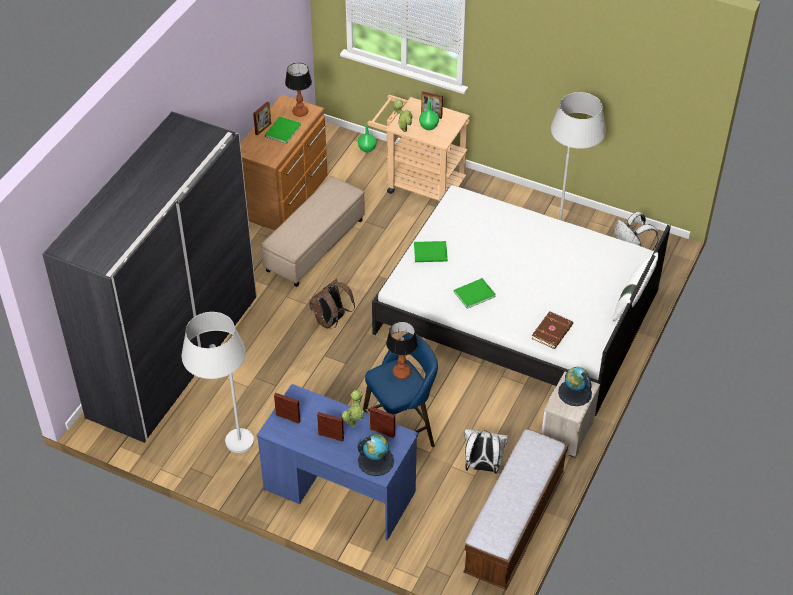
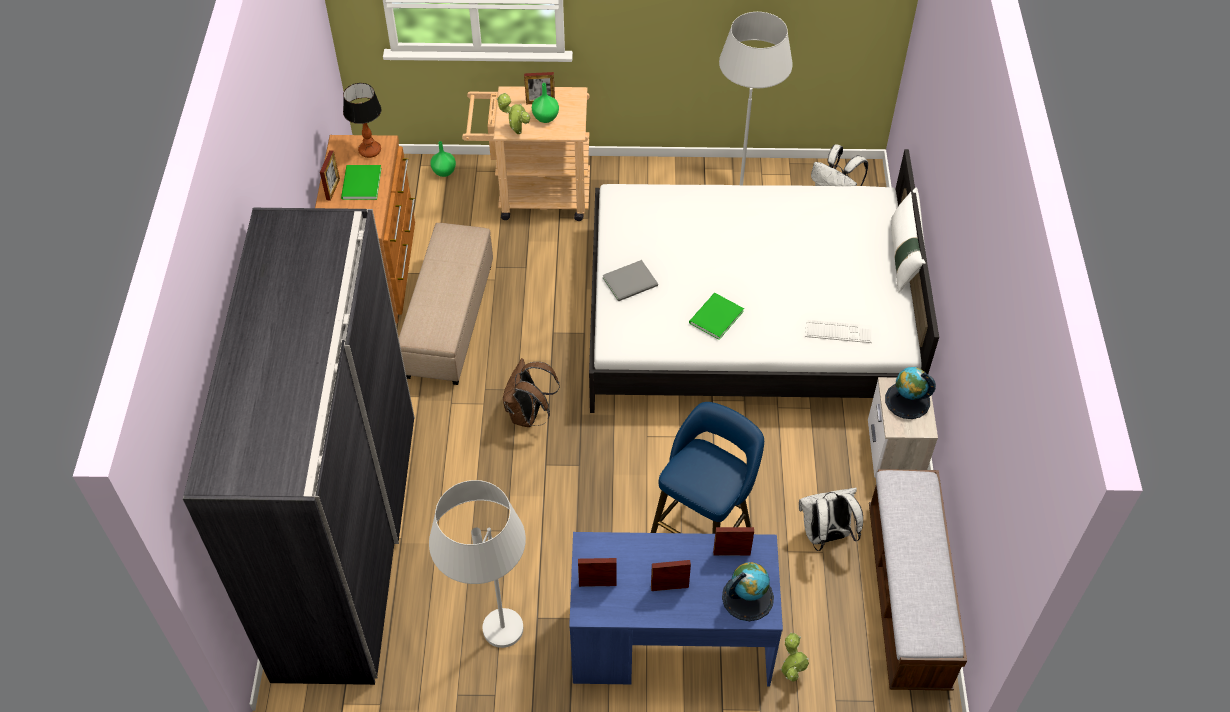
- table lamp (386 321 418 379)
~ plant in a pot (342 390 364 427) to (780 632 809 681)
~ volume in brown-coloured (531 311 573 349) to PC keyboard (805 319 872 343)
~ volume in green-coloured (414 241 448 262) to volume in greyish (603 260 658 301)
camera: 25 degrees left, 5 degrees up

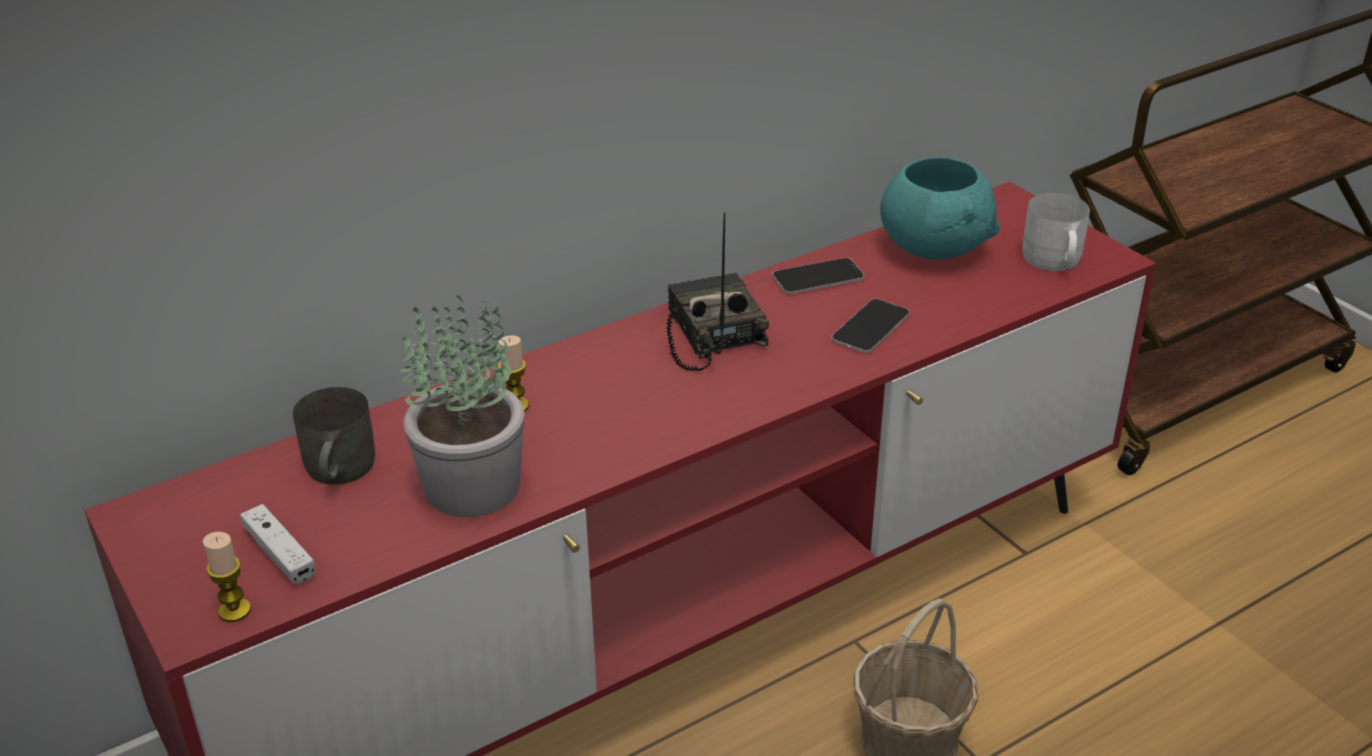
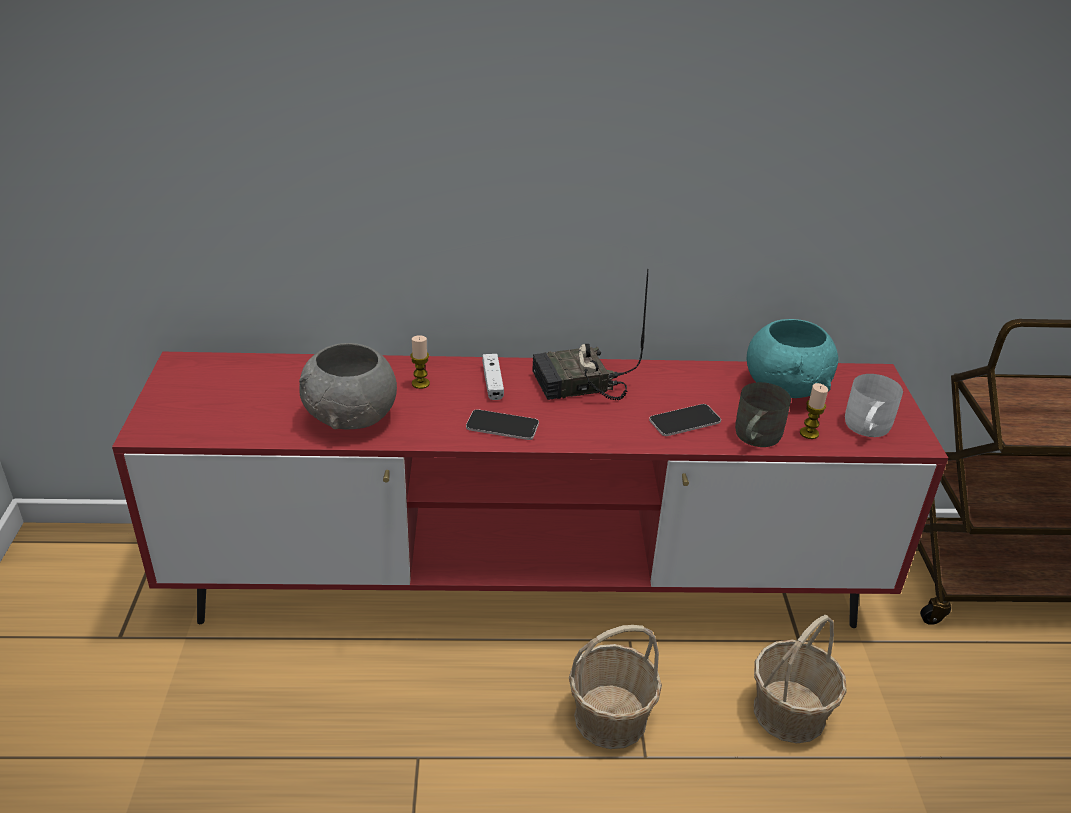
+ storage basket (754 615 847 743)
~ candle (203 532 251 622) to (800 383 828 439)
~ joypad in white-coloured (240 504 316 585) to (482 354 504 400)
~ tea mug in greyish (293 387 375 485) to (735 382 791 447)
~ handset (772 258 864 294) to (466 409 539 440)
~ plant in a pot (400 295 524 517) to serving bowl in greyish (299 343 397 430)
~ radio receiver (666 212 769 371) = (532 269 648 400) 120 degrees counterclockwise
camera: 30 degrees right, 0 degrees up

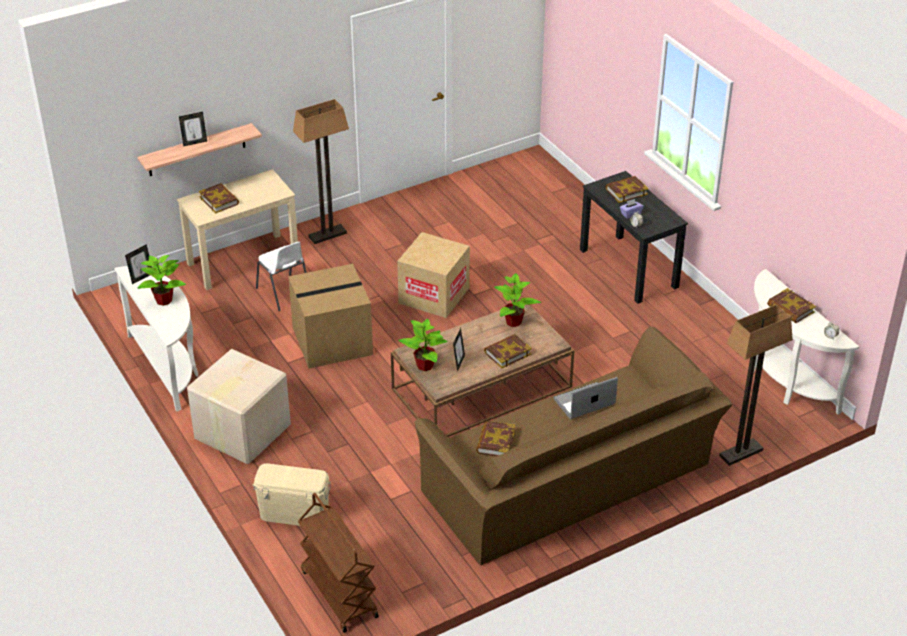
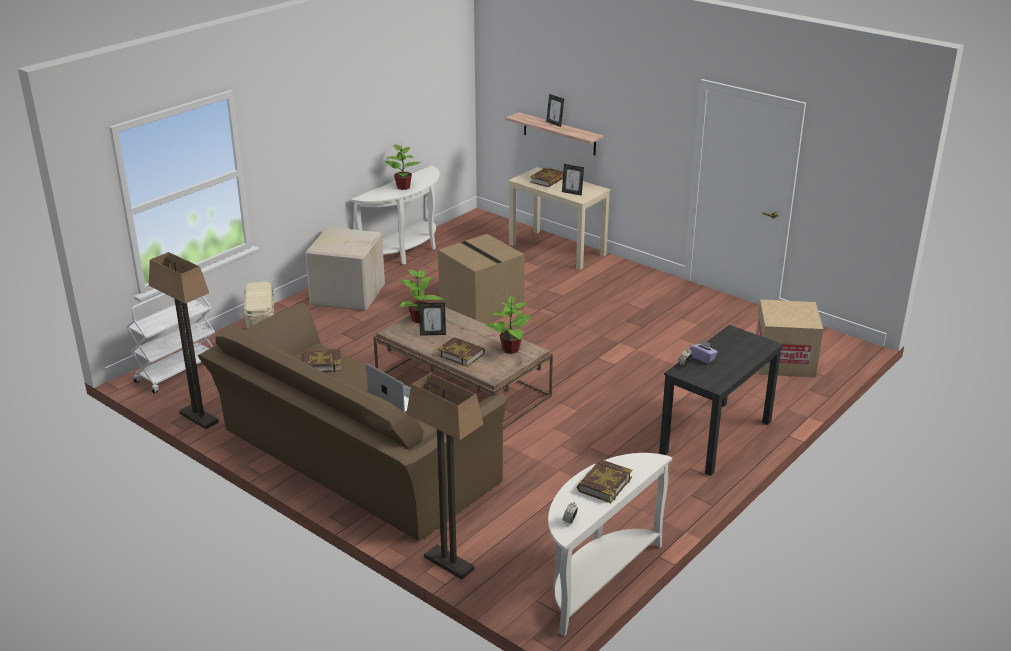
- upright chair in white-coloured (256 241 307 311)
- volume (606 176 649 203)
~ standing frame (125 244 152 284) to (562 164 584 196)
~ floor lamp (293 99 349 244) to (149 252 219 429)
~ packing box (397 232 470 318) to (756 299 823 378)
~ cart in brown-coloured (298 493 379 633) to cart in white-coloured (126 293 215 394)
camera: 70 degrees right, 10 degrees down

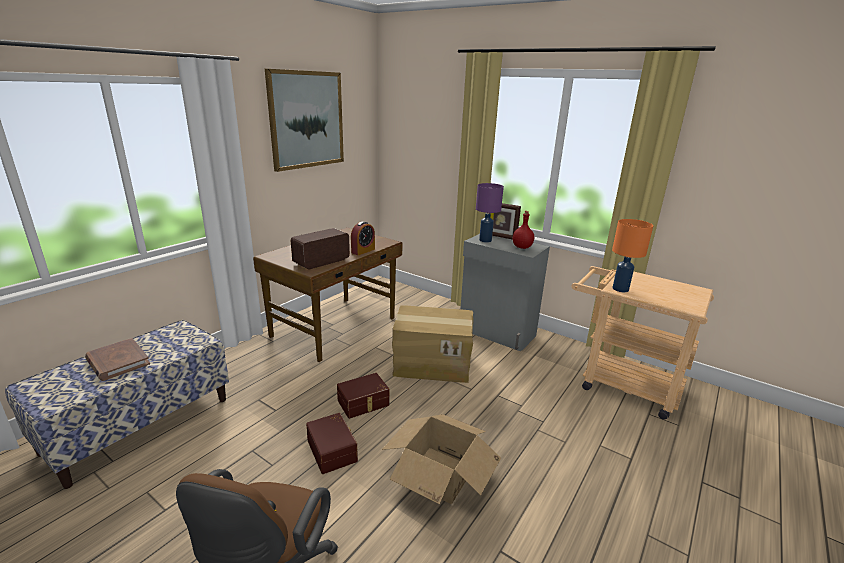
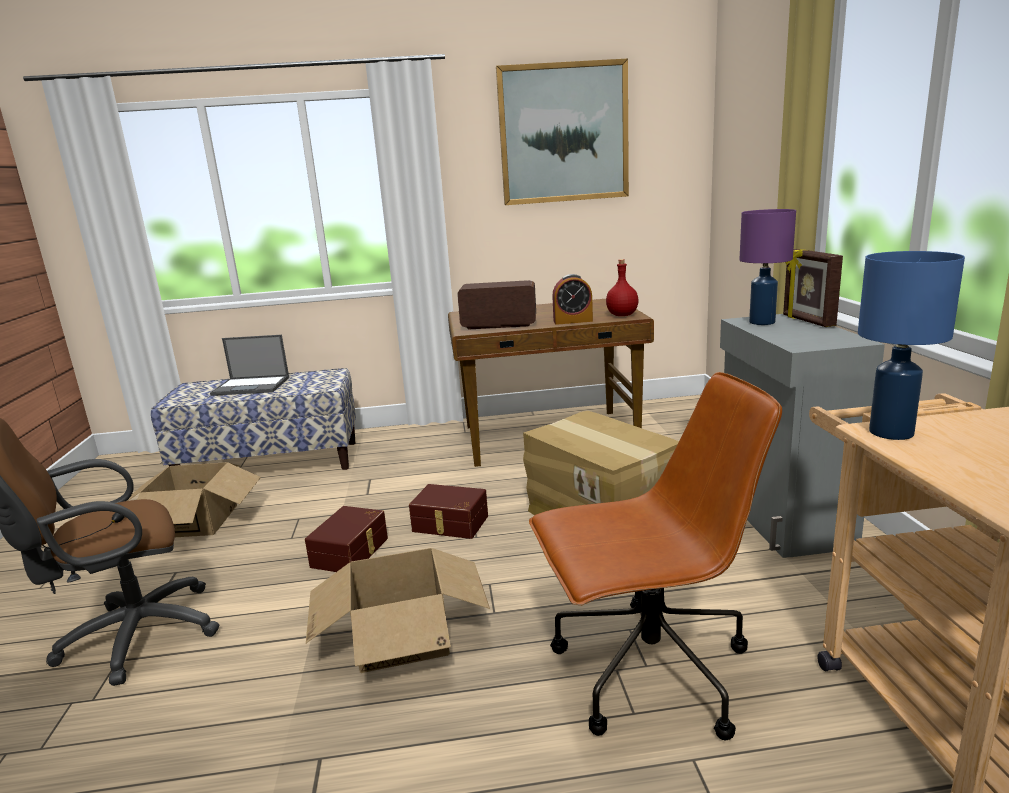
+ packing box (127 462 261 537)
+ desk chair in brown-coloured (529 372 782 741)
~ beverage bottle in reddish (513 211 534 249) to (606 259 639 316)
~ volume in brown-coloured (85 338 150 381) to laptop (210 335 289 396)
~ table lamp in orange-coloured (612 219 653 292) to table lamp in blue (858 251 965 440)
camera: 50 degrees right, 5 degrees down

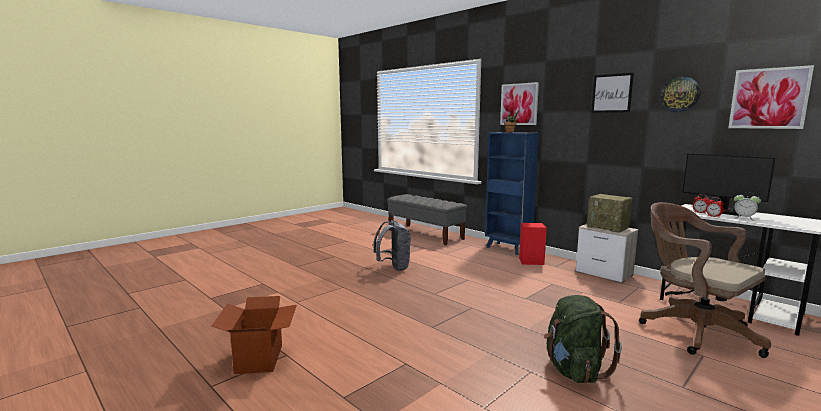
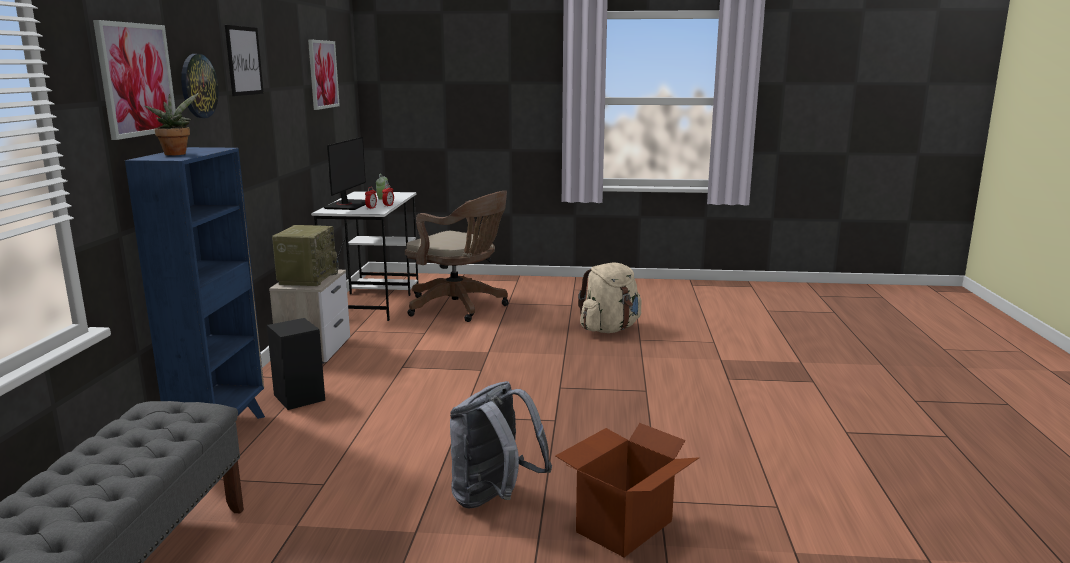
~ packing box (212 296 297 374) to (555 423 699 557)
~ wall clock (660 76 700 112) to (181 54 219 118)
~ speaker in reddish (519 223 547 265) to speaker in blackish (267 318 325 410)
~ backpack in green-coloured (544 295 622 383) to backpack in beige (578 262 641 333)
~ desk chair in brown-coloured (639 202 771 358) = (405 191 509 322) 75 degrees counterclockwise
camera: 130 degrees left, 5 degrees up

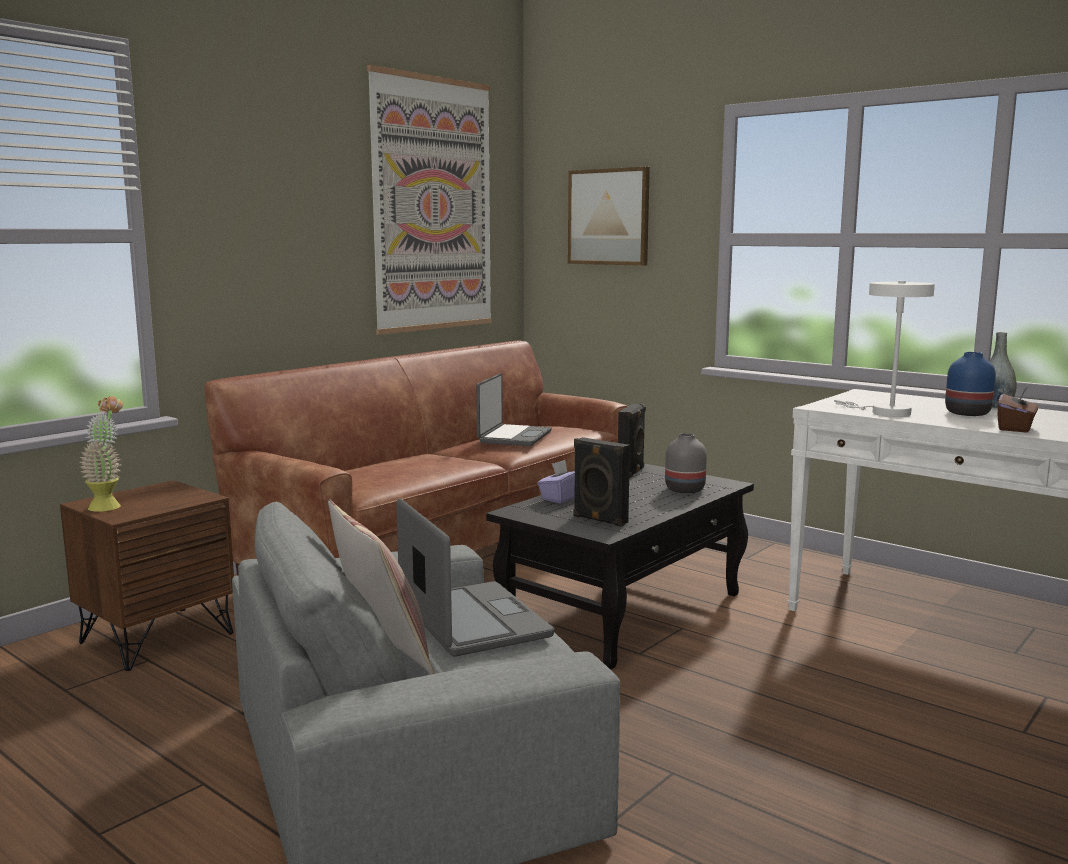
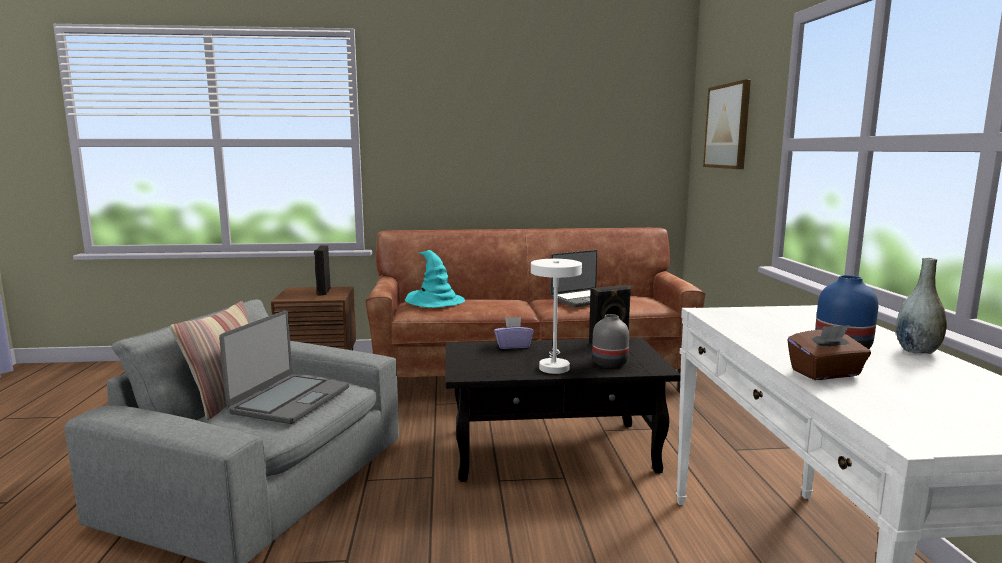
- plant in a pot (80 396 123 511)
- wall art (367 65 492 335)
+ hat in turquoise (405 250 465 308)
~ speaker in blackish (573 437 630 527) to (314 245 331 296)
~ table lamp in white-coloured (834 281 935 417) to (531 259 582 374)
camera: 45 degrees right, 0 degrees up

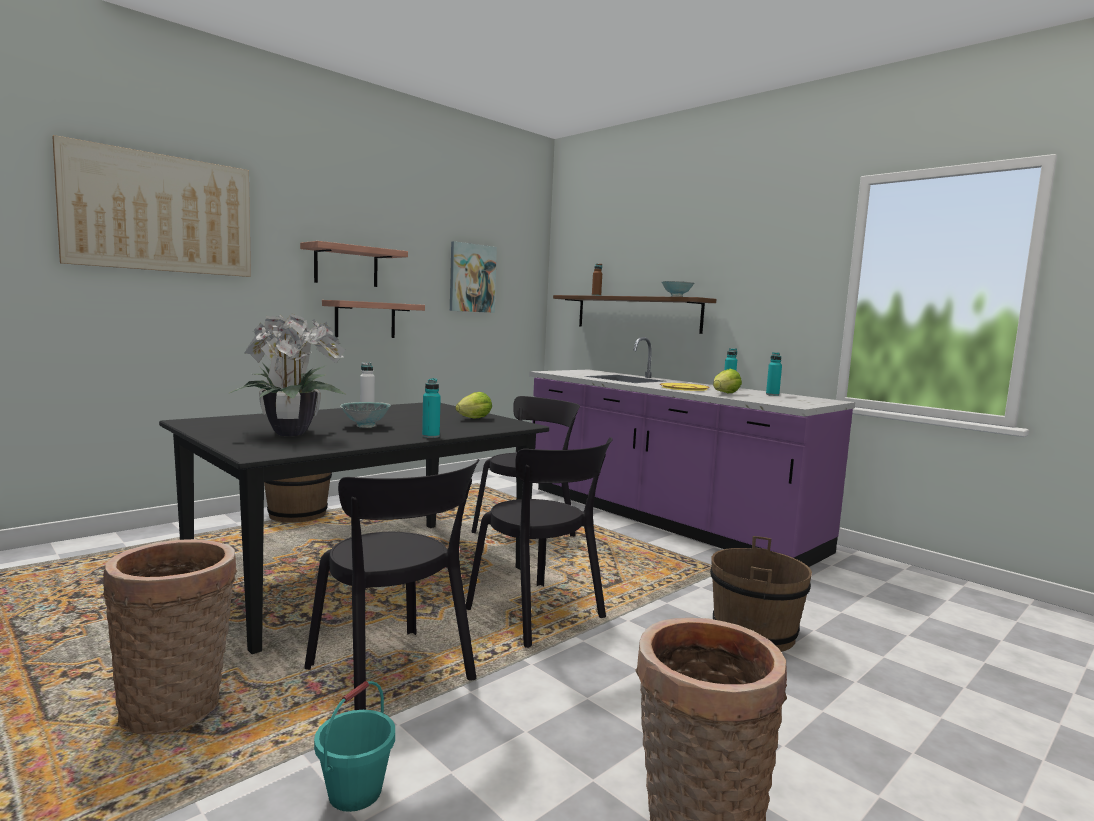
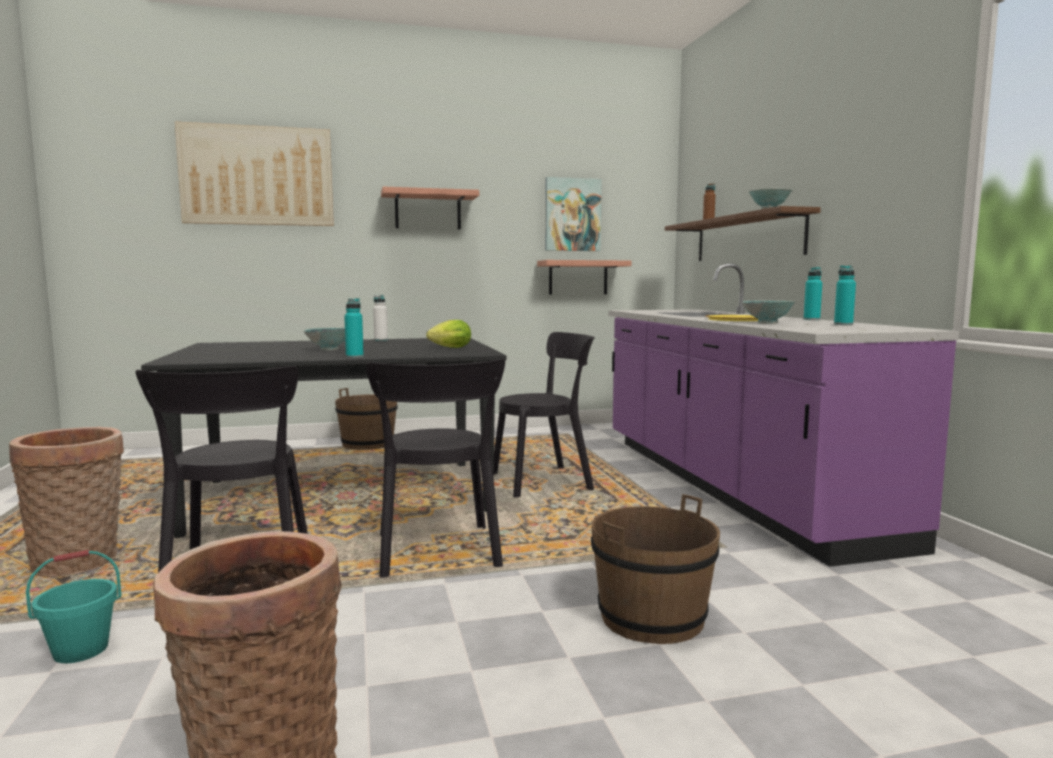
- plant in a pot (228 313 345 436)
~ shelf (322 300 425 338) to (537 260 632 294)
~ lettuce (713 369 742 393) to serving bowl (742 301 796 324)
camera: 30 degrees right, 0 degrees up

